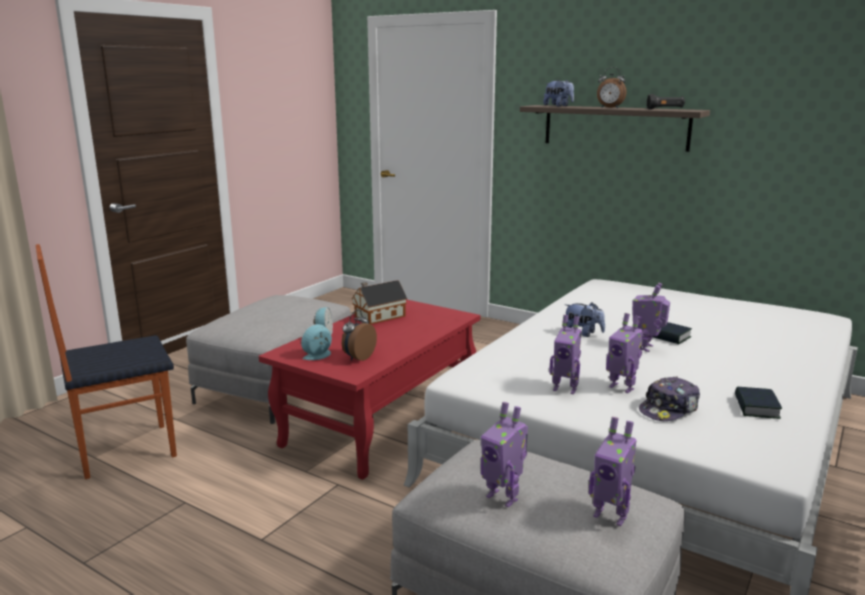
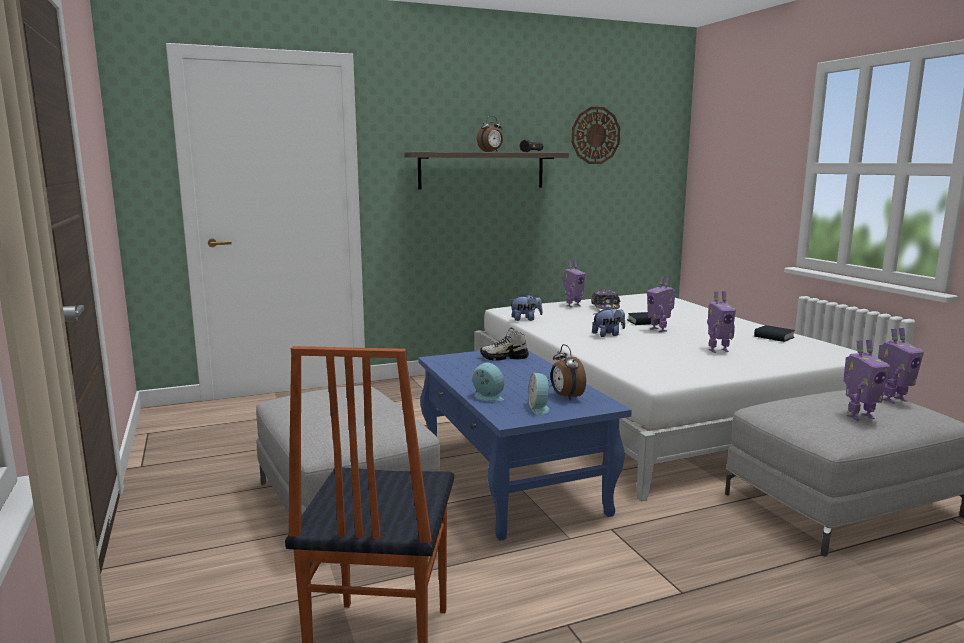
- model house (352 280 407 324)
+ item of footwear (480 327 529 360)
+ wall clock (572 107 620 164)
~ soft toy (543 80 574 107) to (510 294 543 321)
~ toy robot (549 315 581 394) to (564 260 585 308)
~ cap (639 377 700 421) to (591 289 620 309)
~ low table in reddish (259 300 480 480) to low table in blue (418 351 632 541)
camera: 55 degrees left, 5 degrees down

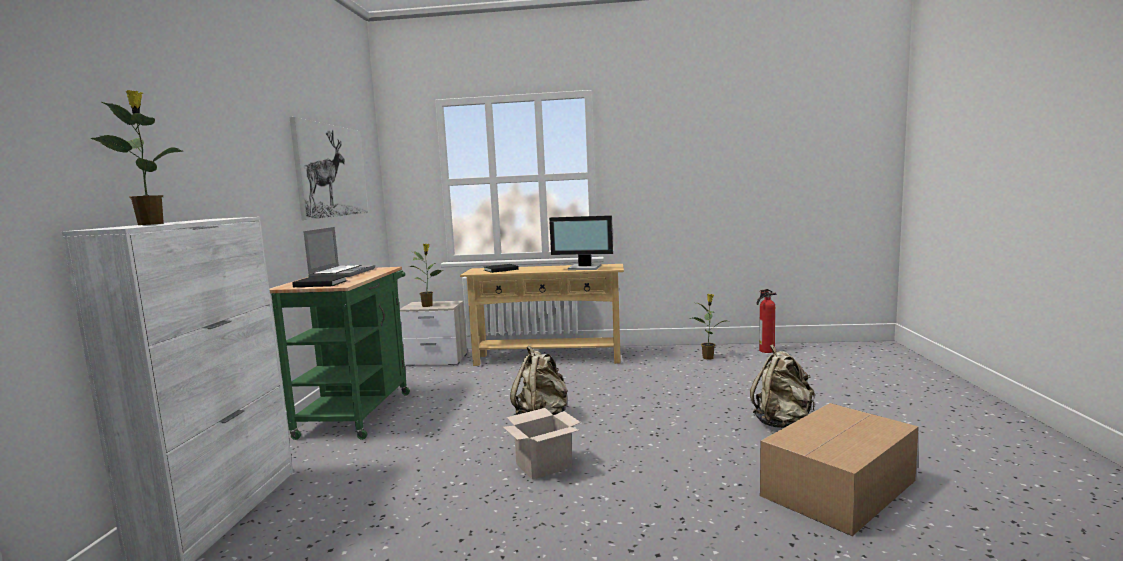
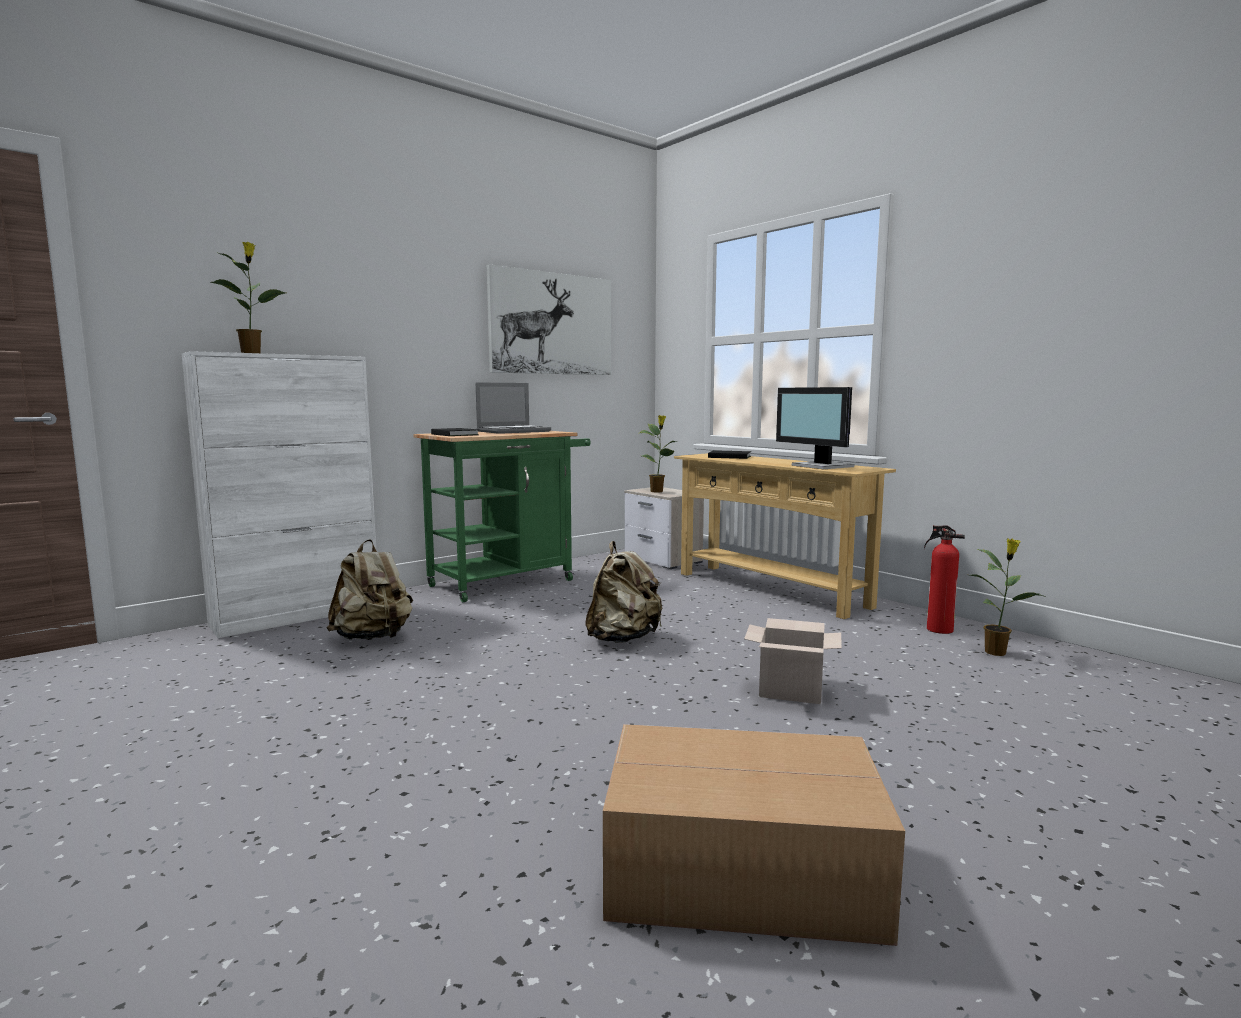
~ packing box (503 408 581 480) to (744 618 842 704)
~ backpack in beige (750 345 815 428) to (326 539 413 640)
~ fire extinguisher (757 289 776 353) to (924 525 965 634)
camera: 45 degrees right, 0 degrees up

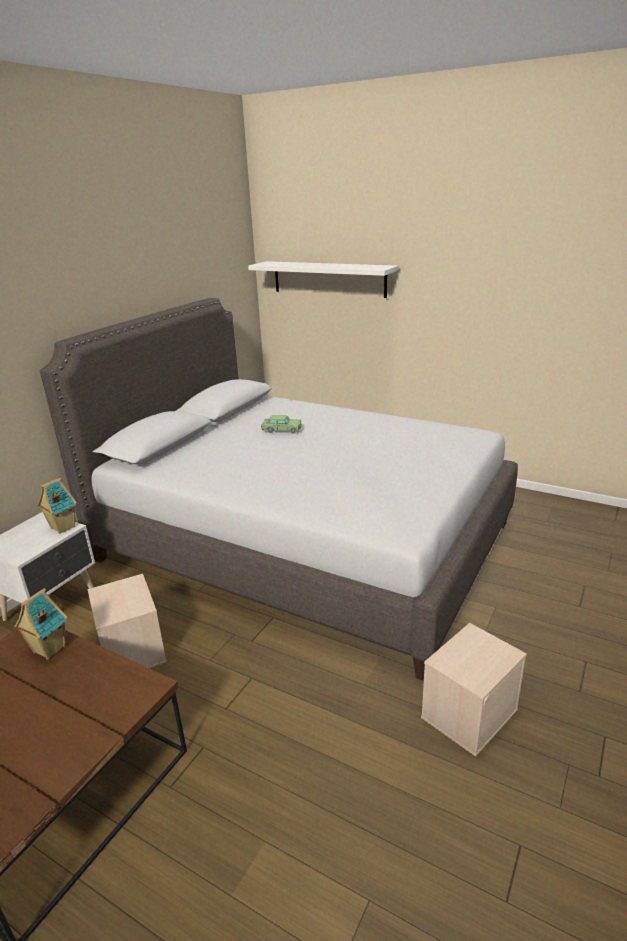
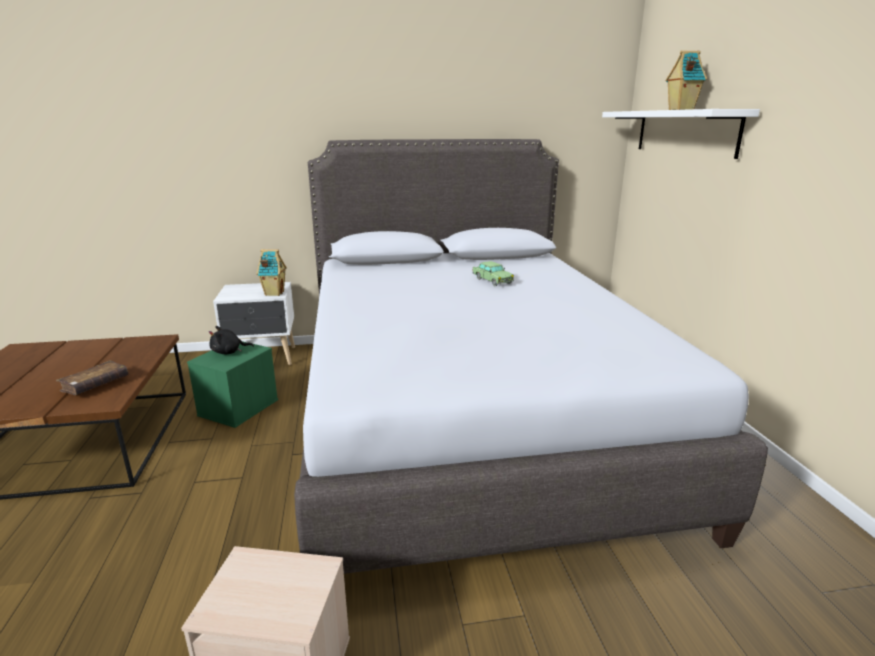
+ volume in brown-coloured (56 360 129 395)
+ soft toy in blackish (209 326 254 354)
~ model house (14 588 68 660) to (665 50 707 110)
~ storage container in beige (87 574 167 668) to storage container in green-coloured (187 341 278 428)
camera: 50 degrees right, 5 degrees down

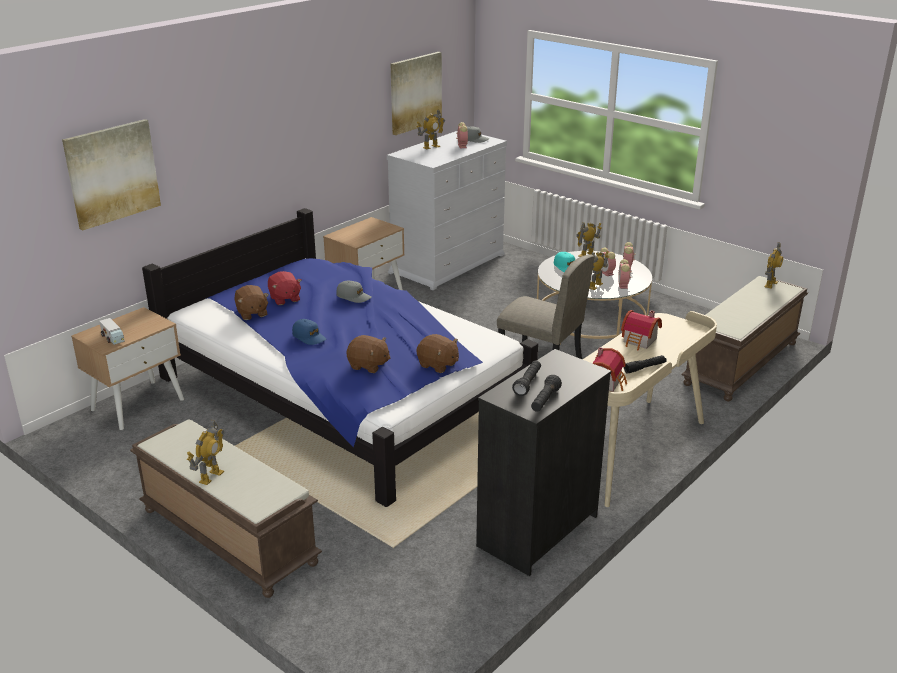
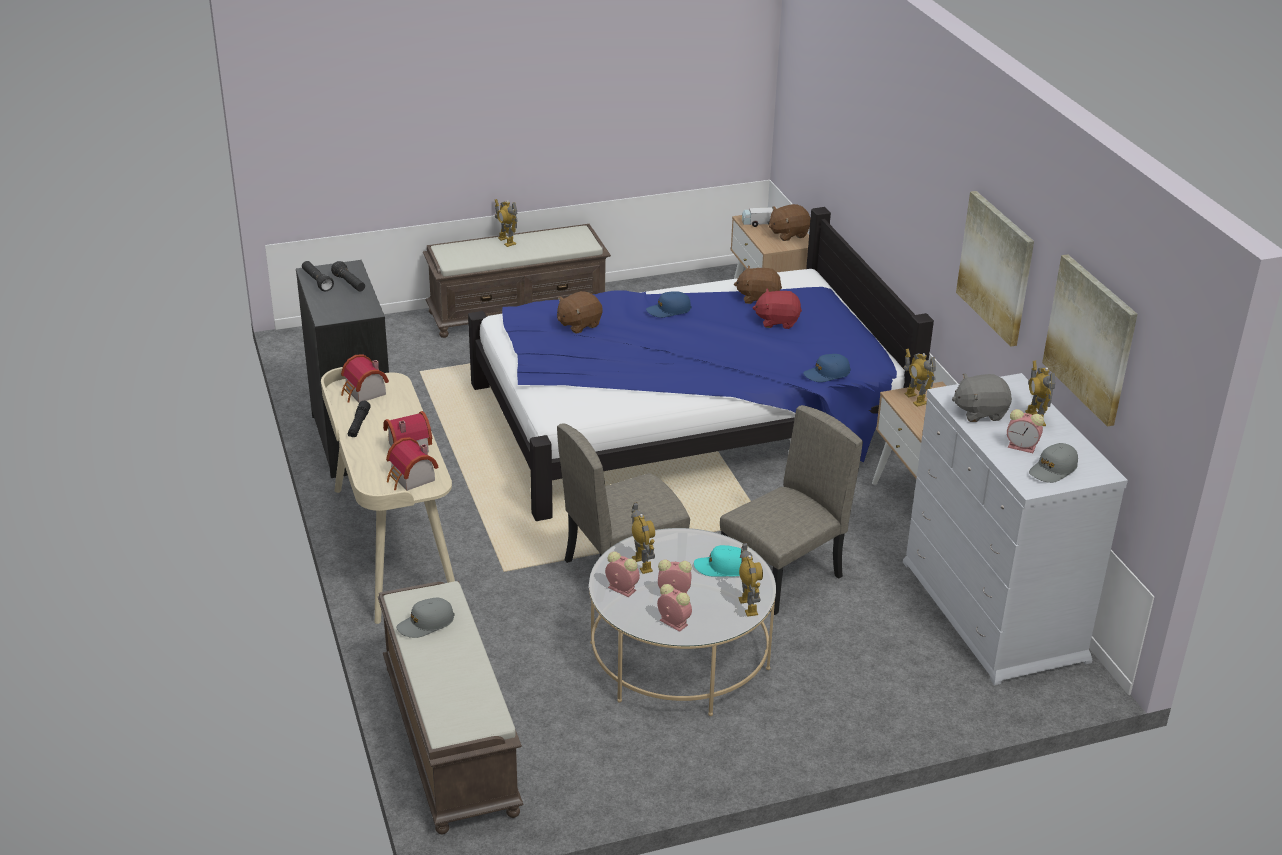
+ model house (386 437 438 491)
+ upright chair in beige (720 405 863 615)
+ cap in blue (803 354 851 382)
+ soft toy in greyish (952 373 1012 422)
~ wall art (62 119 161 231) to (956 191 1034 347)
~ cap in greyish (337 281 372 303) to (396 598 455 638)
~ soft toy in brown-coloured (417 334 459 373) to (769 204 811 241)
~ toy robot (764 242 783 289) to (904 348 936 407)
camera: 120 degrees right, 5 degrees up

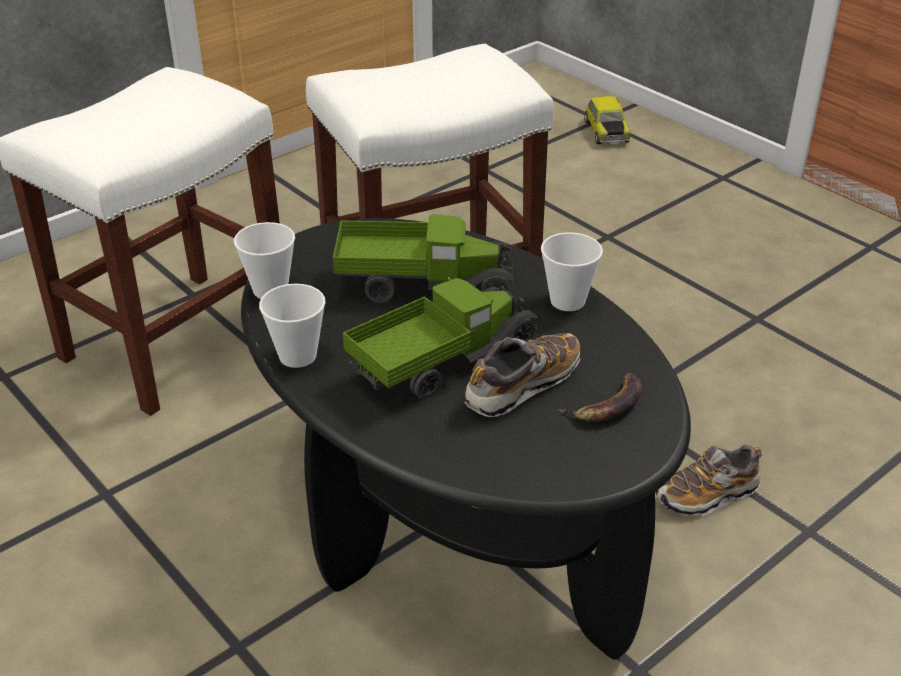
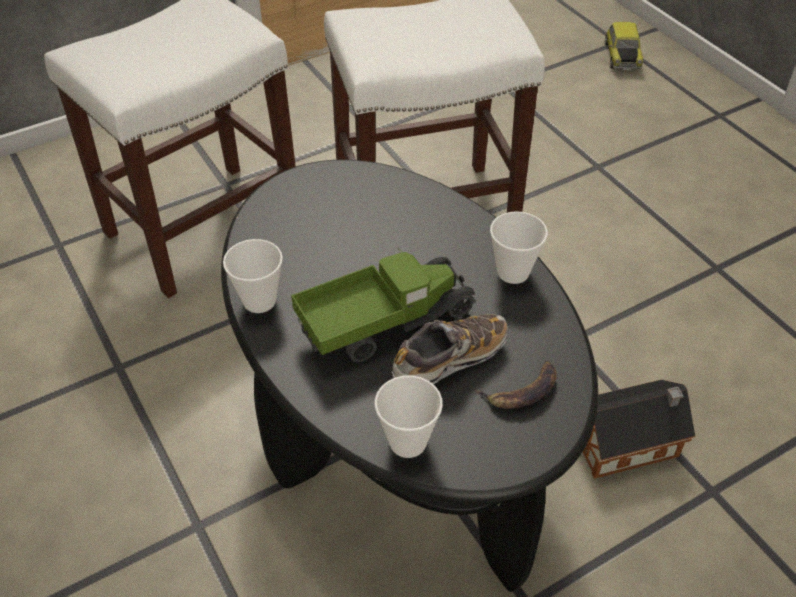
- toy lorry (333 214 513 303)
~ cup (234 222 295 299) to (375 376 443 458)
~ item of footwear (656 445 762 516) to model house (583 379 696 478)
camera: 10 degrees right, 10 degrees up

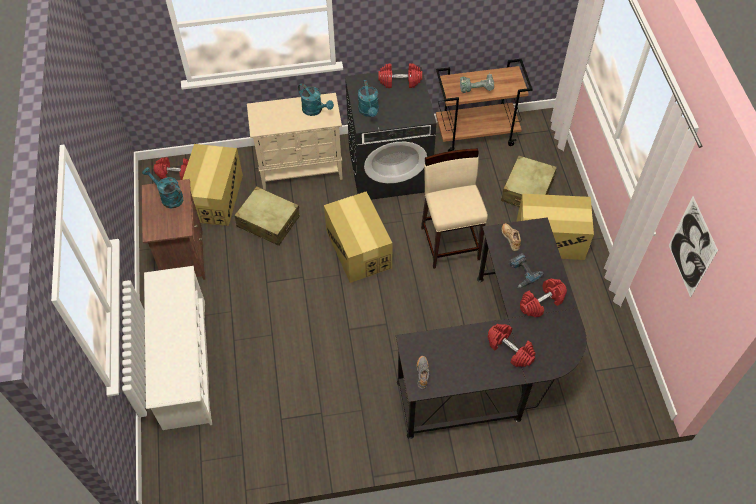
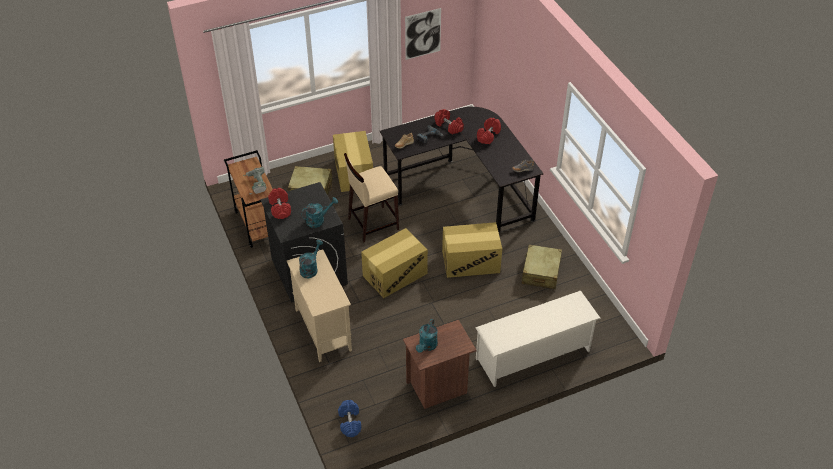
~ packing box (183 144 243 226) to (442 222 502 278)
~ piece of luggage in beige (234 186 300 246) to (522 244 562 289)
~ free weight in reddish (154 157 189 180) to free weight in blue (338 400 361 437)
camera: 105 degrees left, 10 degrees down

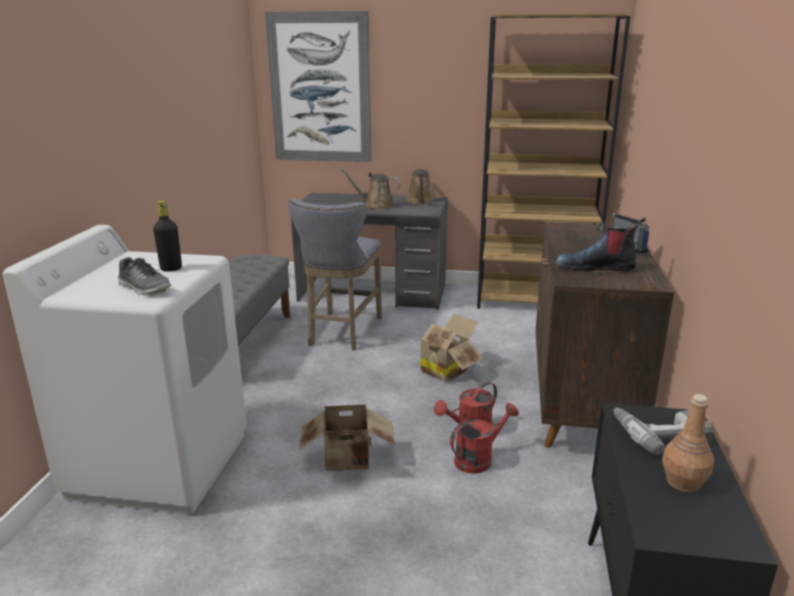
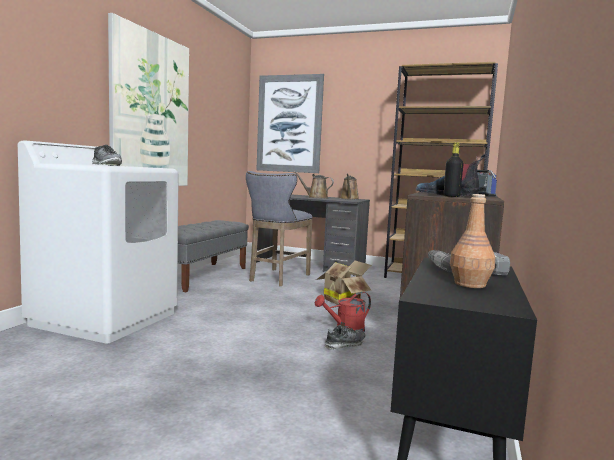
- packing box (299 404 395 471)
+ wall art (108 13 189 186)
~ beverage bottle in blackish (153 201 182 271) to (444 142 464 197)
~ watering can in reddish (450 403 519 474) to item of footwear (325 325 366 350)
camera: 10 degrees right, 15 degrees down

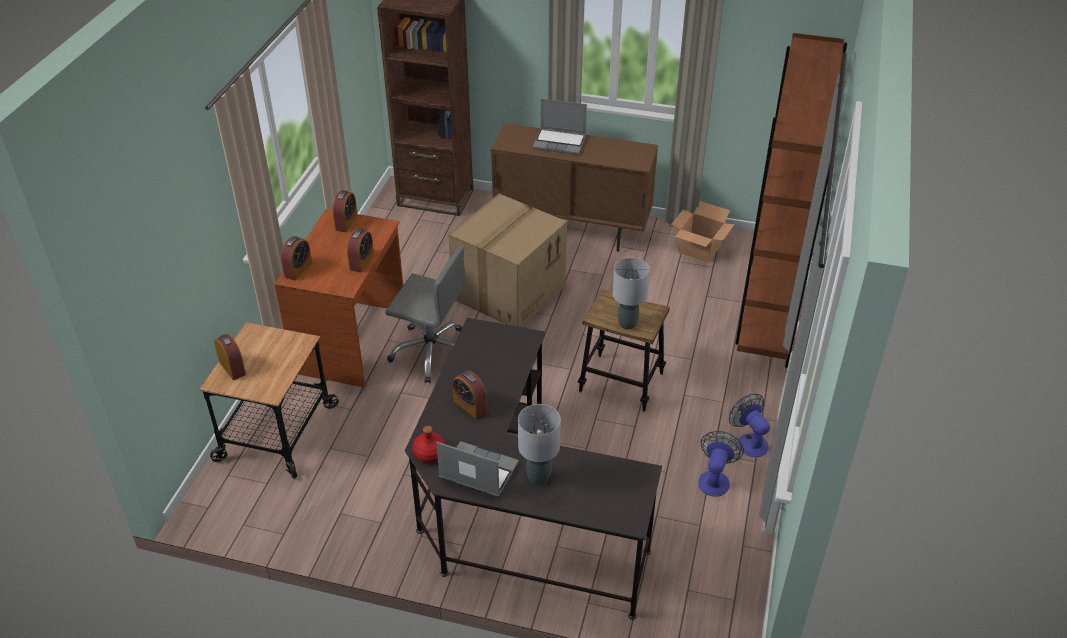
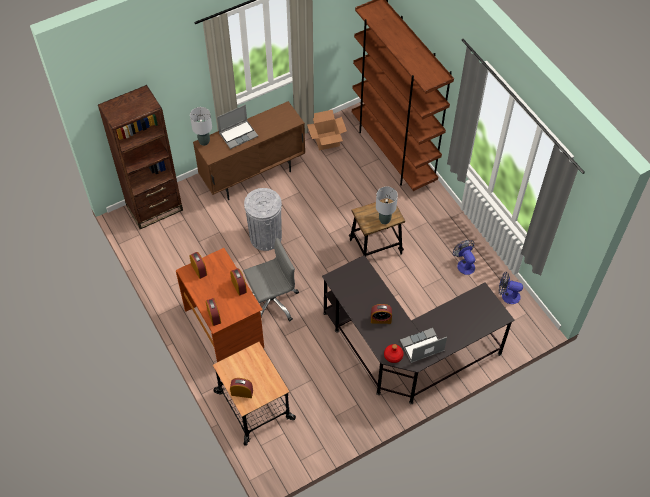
~ table lamp in greyish (518 404 561 485) to (190 107 212 146)
~ electric fan (729 394 770 457) to (499 271 523 304)
~ packing box (448 194 567 327) to waste bin in greyish (244 188 282 251)
camera: 45 degrees left, 15 degrees up

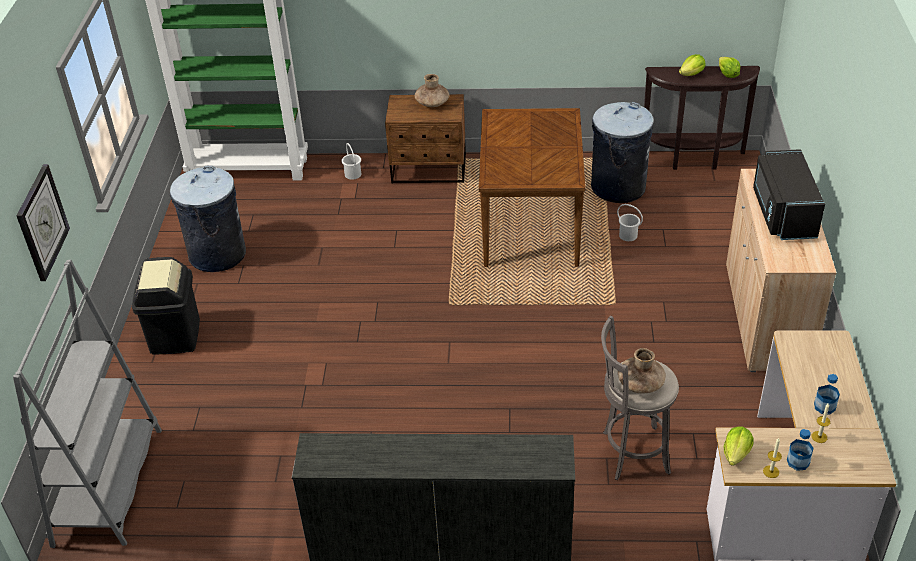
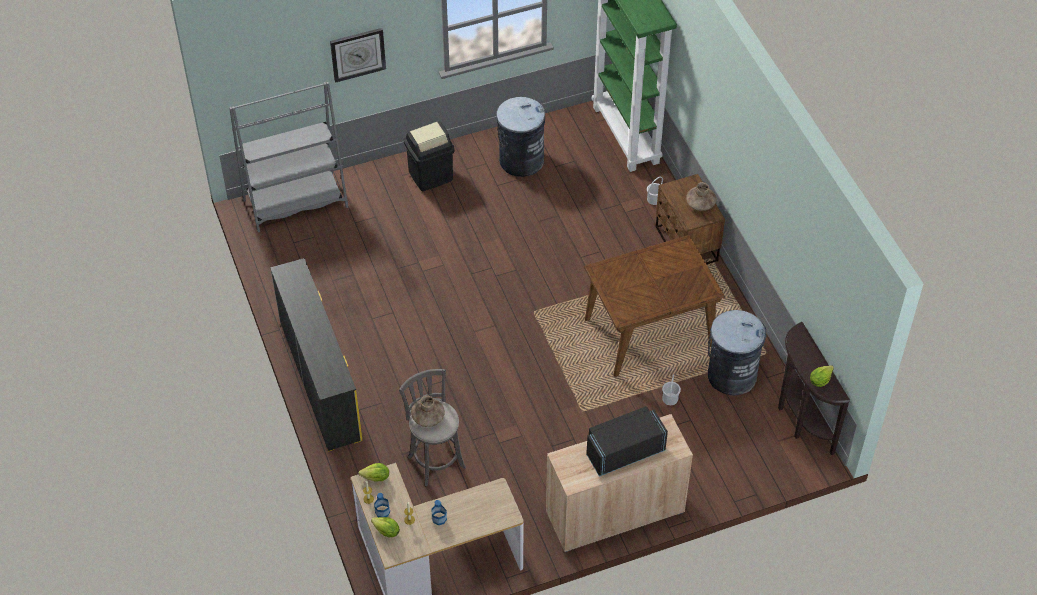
~ lettuce (679 54 705 76) to (371 517 400 537)
camera: 65 degrees right, 10 degrees up

